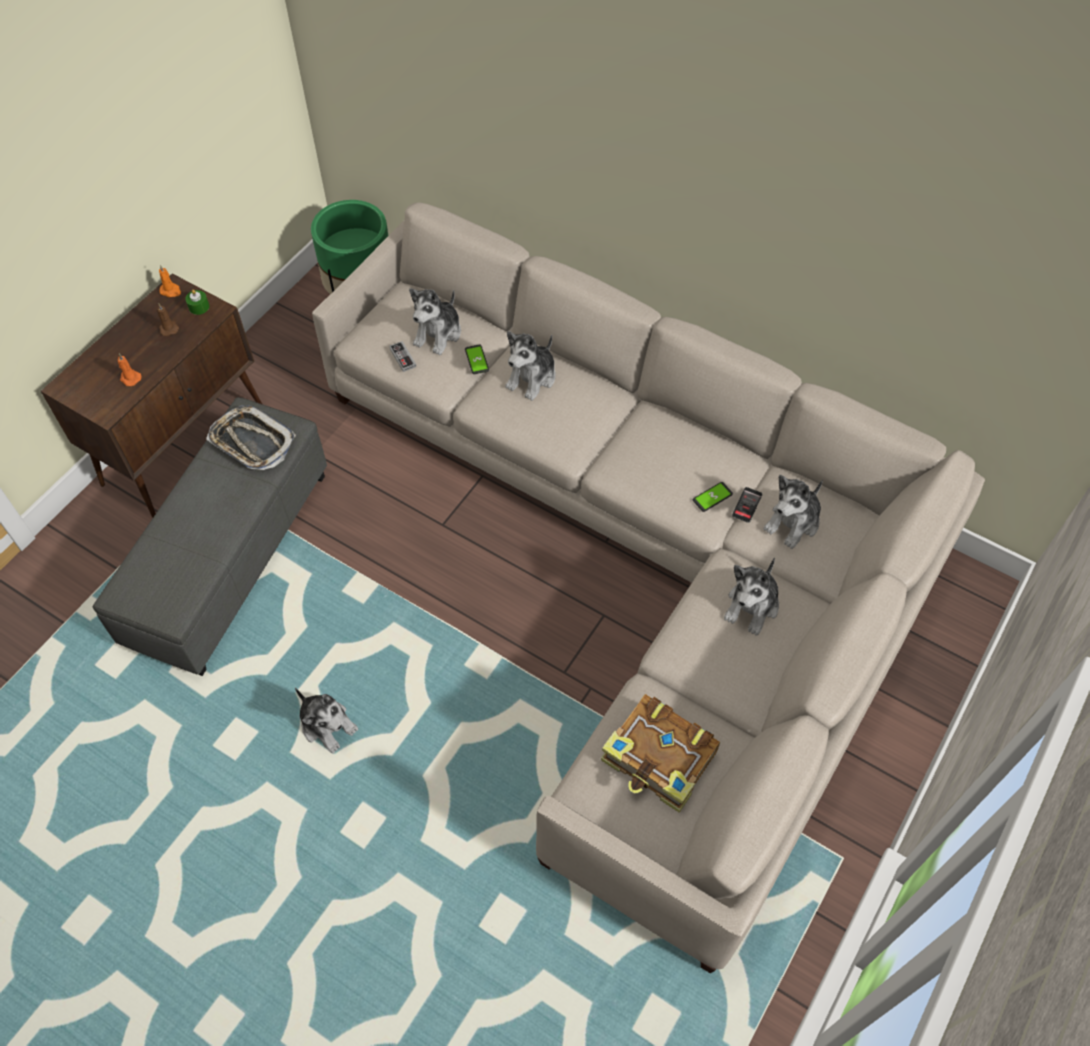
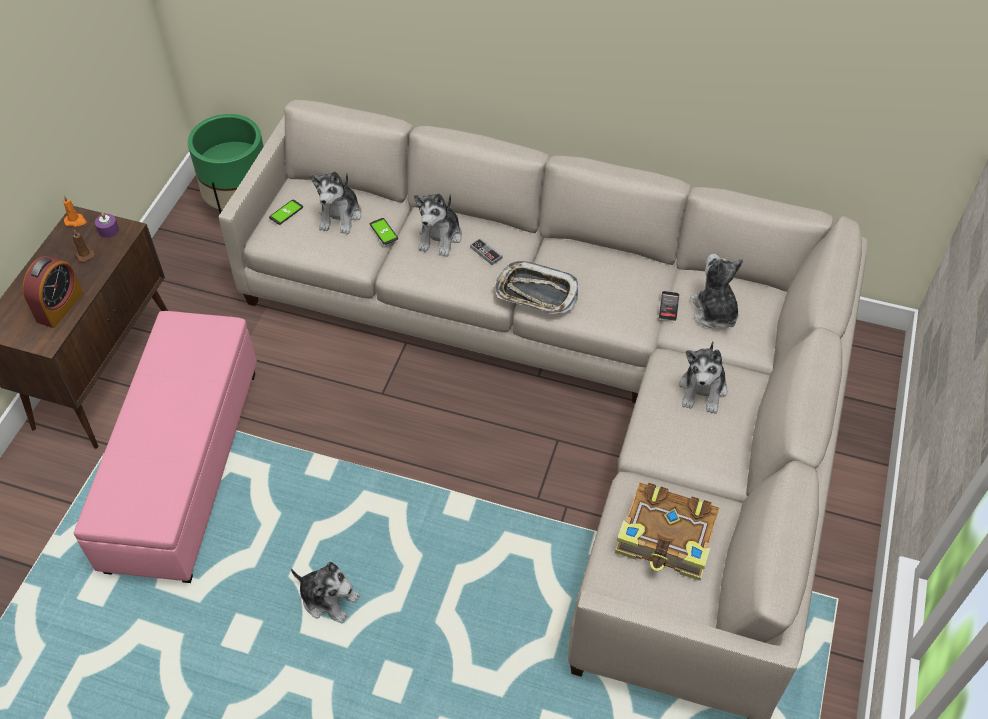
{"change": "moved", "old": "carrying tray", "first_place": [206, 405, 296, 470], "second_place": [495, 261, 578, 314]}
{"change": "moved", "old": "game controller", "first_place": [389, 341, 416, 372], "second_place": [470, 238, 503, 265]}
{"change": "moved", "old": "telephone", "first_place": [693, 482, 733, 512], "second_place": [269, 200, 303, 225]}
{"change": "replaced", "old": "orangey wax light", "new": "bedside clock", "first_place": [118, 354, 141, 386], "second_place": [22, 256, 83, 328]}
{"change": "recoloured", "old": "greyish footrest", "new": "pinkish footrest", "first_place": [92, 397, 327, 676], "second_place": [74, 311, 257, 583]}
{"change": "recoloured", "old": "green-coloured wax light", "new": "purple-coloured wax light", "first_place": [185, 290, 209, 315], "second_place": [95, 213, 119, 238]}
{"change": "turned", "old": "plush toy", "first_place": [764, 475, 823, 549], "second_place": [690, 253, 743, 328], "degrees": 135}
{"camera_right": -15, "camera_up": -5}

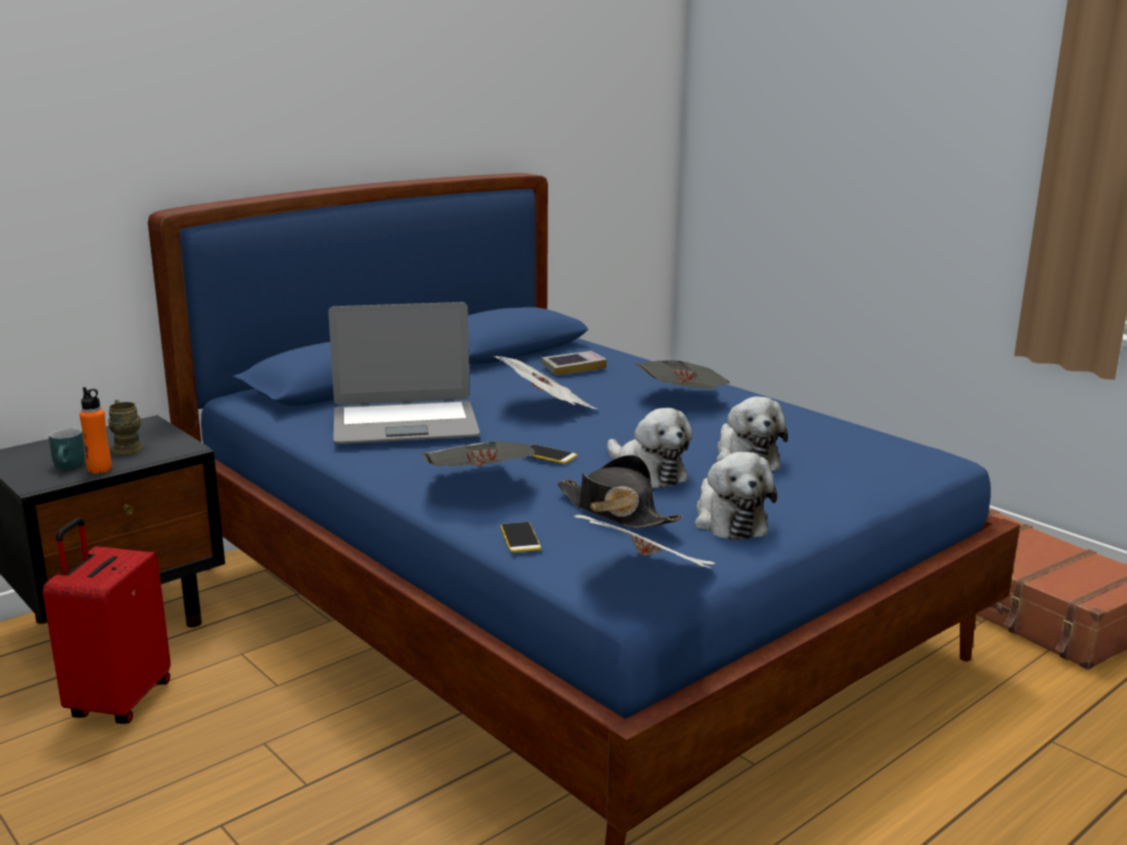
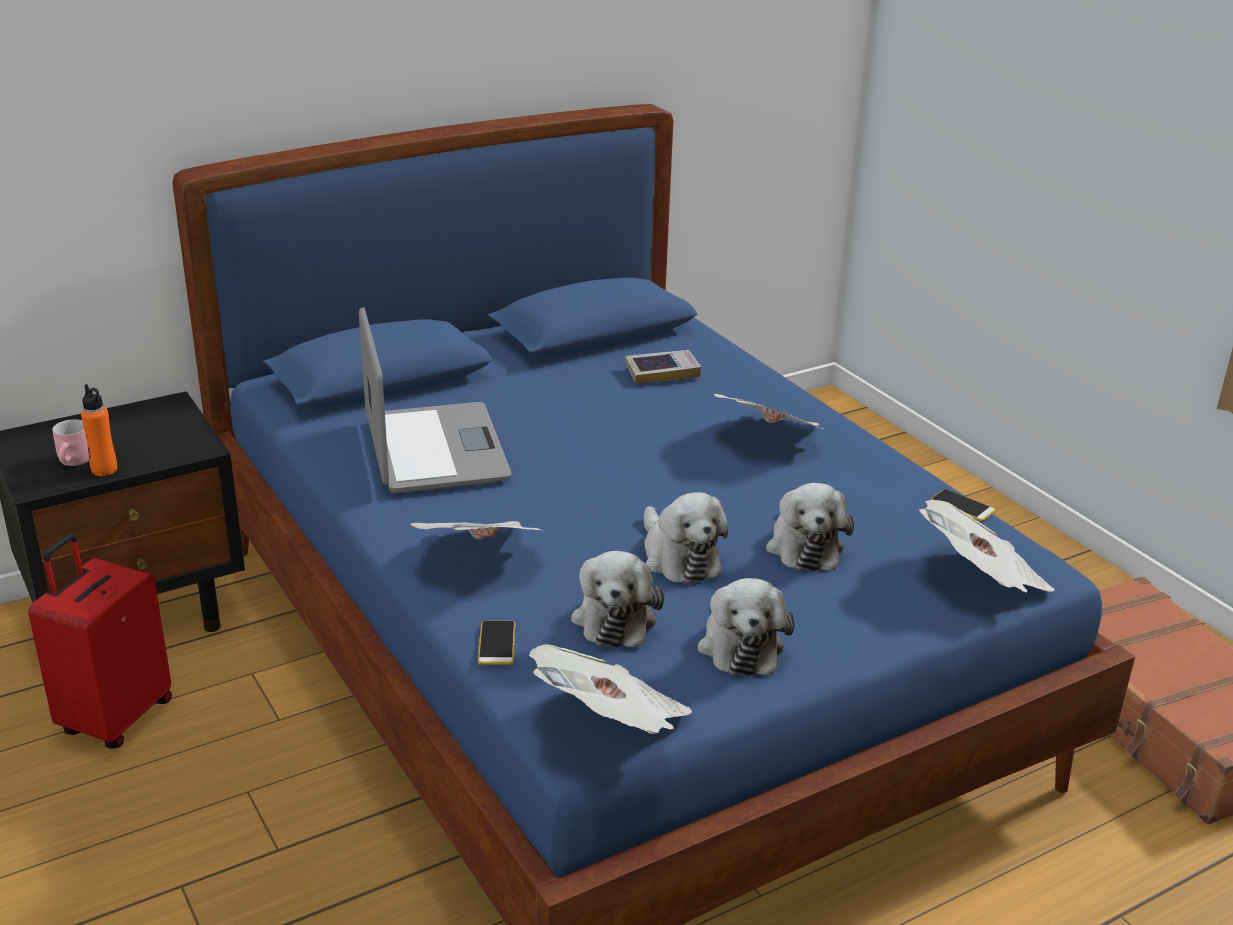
{"change": "removed", "old": "brown-coloured mug", "first_place": [108, 400, 145, 455]}
{"change": "moved", "old": "daily paper", "first_place": [494, 356, 597, 409], "second_place": [919, 500, 1054, 592]}
{"change": "moved", "old": "telephone", "first_place": [530, 444, 577, 464], "second_place": [931, 489, 996, 521]}
{"change": "replaced", "old": "black-coloured clothing hat", "new": "plush toy", "first_place": [557, 455, 683, 528], "second_place": [571, 551, 665, 647]}
{"change": "recoloured", "old": "turquoise mug", "new": "pinkish mug", "first_place": [49, 428, 85, 469], "second_place": [52, 419, 89, 466]}
{"change": "turned", "old": "portable computer", "first_place": [328, 302, 480, 444], "second_place": [359, 307, 512, 493], "degrees": -105}
{"camera_right": 10, "camera_up": 10}

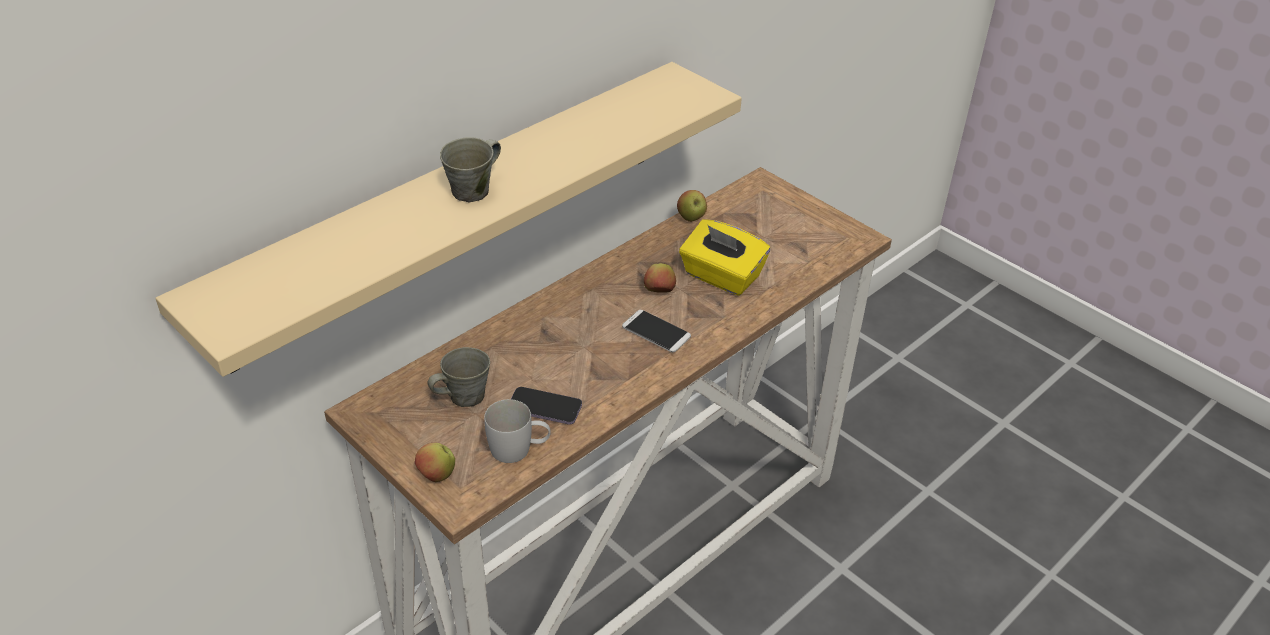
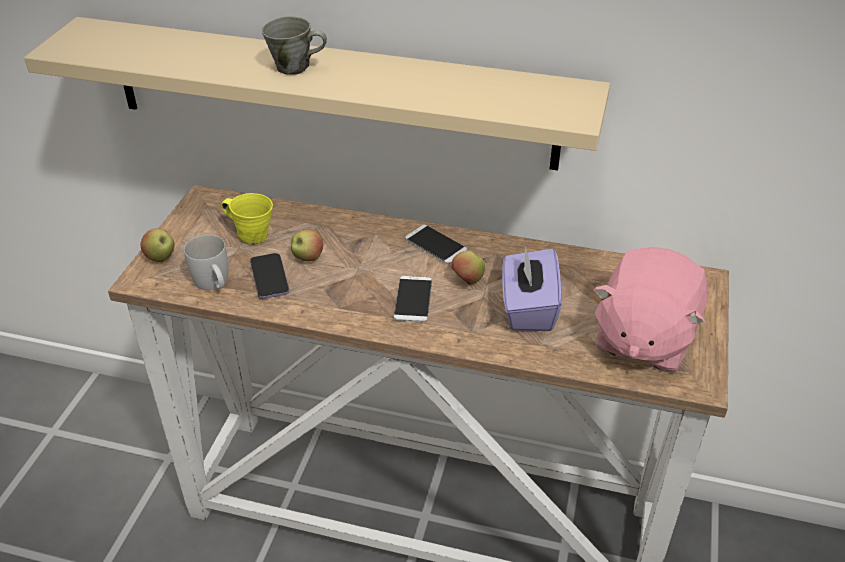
{"change": "added", "new": "telephone", "second_place": [405, 225, 467, 264]}
{"change": "added", "new": "pinkish plush toy", "second_place": [594, 247, 707, 372]}
{"change": "moved", "old": "apple fruit", "first_place": [677, 190, 707, 222], "second_place": [291, 229, 323, 261]}
{"change": "recoloured", "old": "greyish mug", "new": "yellow mug", "first_place": [427, 347, 490, 407], "second_place": [221, 193, 273, 245]}
{"change": "recoloured", "old": "yellow box of tissues", "new": "purple-coloured box of tissues", "first_place": [679, 219, 770, 296], "second_place": [502, 247, 562, 331]}
{"camera_right": 60, "camera_up": 0}

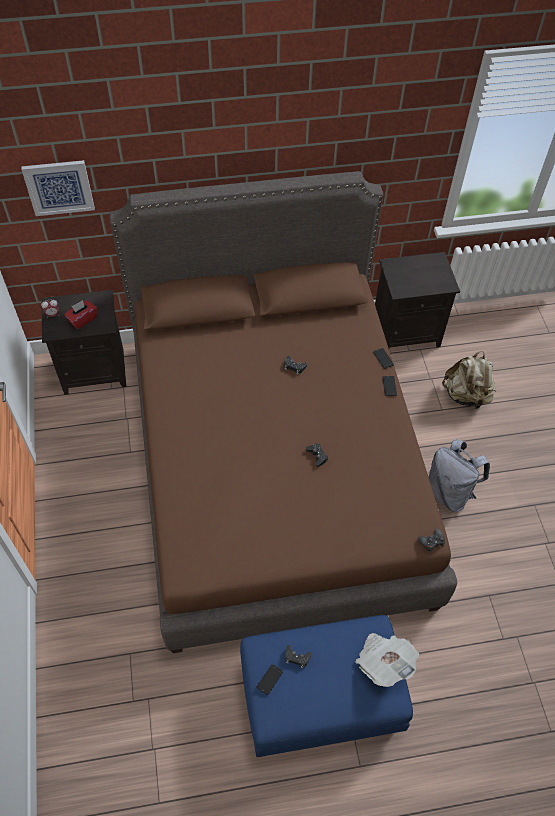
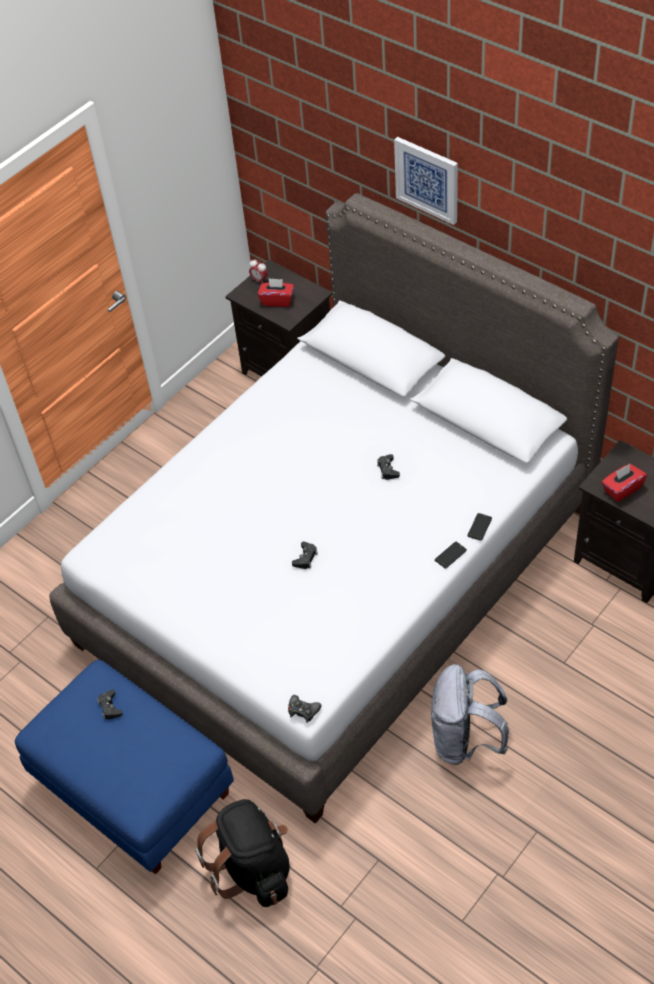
{"change": "removed", "old": "telephone", "first_place": [257, 664, 283, 695]}
{"change": "removed", "old": "daily paper", "first_place": [356, 633, 419, 687]}
{"change": "removed", "old": "beige backpack", "first_place": [442, 351, 496, 410]}
{"change": "added", "new": "black-coloured backpack", "second_place": [195, 799, 290, 907]}
{"change": "added", "new": "reddish box of tissues", "second_place": [602, 464, 647, 502]}
{"change": "moved", "old": "picture", "first_place": [21, 160, 95, 216], "second_place": [394, 137, 458, 225]}
{"change": "recoloured", "old": "brown-coloured bed", "new": "greyish bed", "first_place": [109, 171, 457, 653], "second_place": [49, 193, 619, 824]}
{"camera_right": 55, "camera_up": -5}

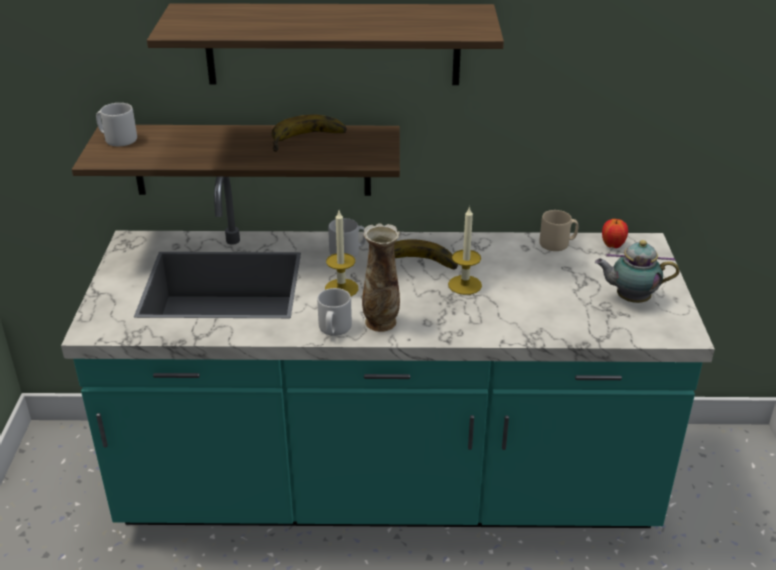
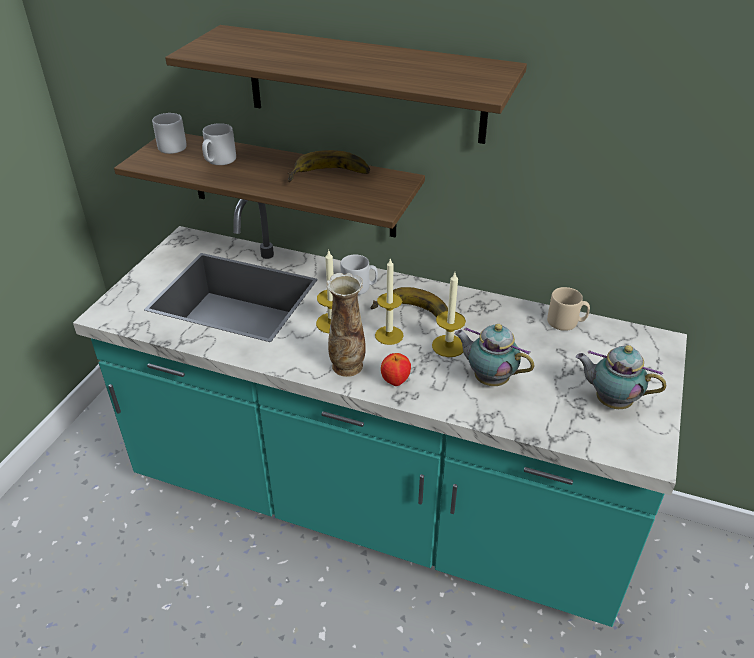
{"change": "added", "new": "wax light", "second_place": [375, 258, 404, 345]}
{"change": "added", "new": "teapot", "second_place": [455, 324, 534, 386]}
{"change": "moved", "old": "greyish mug", "first_place": [317, 288, 352, 336], "second_place": [202, 123, 236, 165]}
{"change": "moved", "old": "apple fruit", "first_place": [602, 219, 628, 248], "second_place": [381, 353, 411, 386]}
{"camera_right": 20, "camera_up": 5}

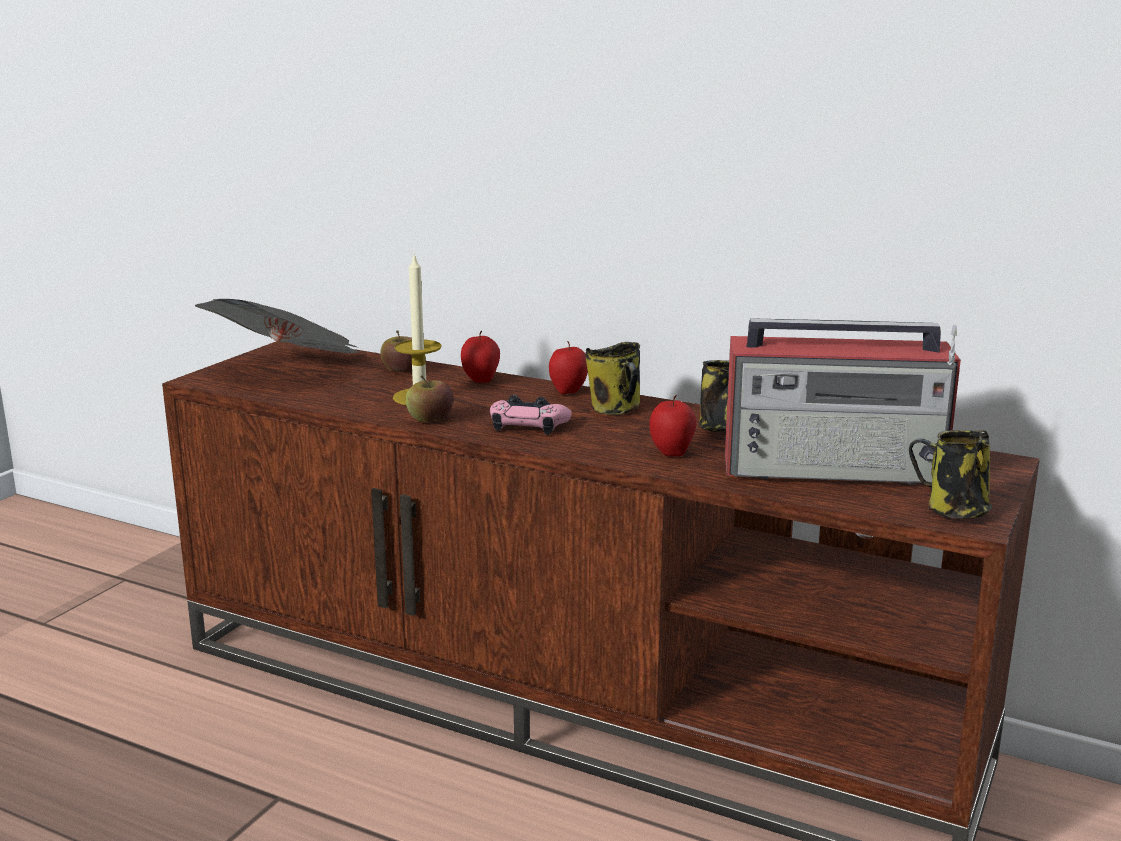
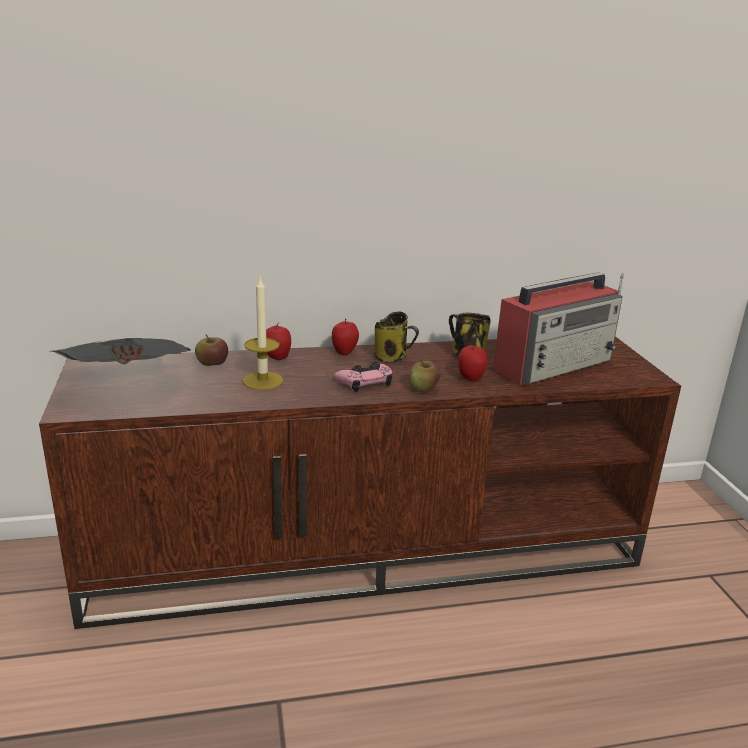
{"change": "removed", "old": "mug", "first_place": [909, 430, 992, 519]}
{"change": "moved", "old": "apple fruit", "first_place": [406, 376, 454, 422], "second_place": [409, 360, 441, 392]}
{"camera_right": -40, "camera_up": 5}

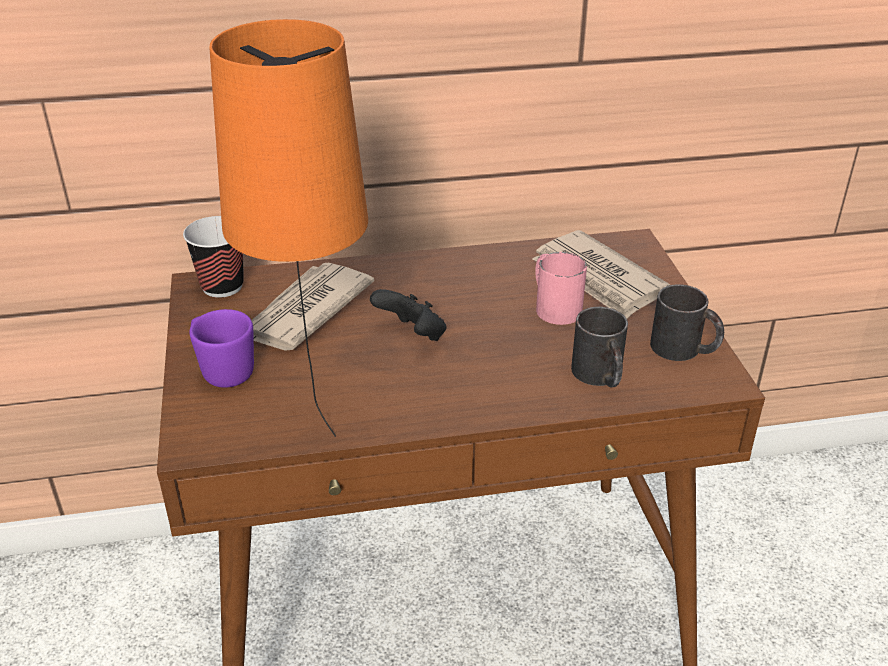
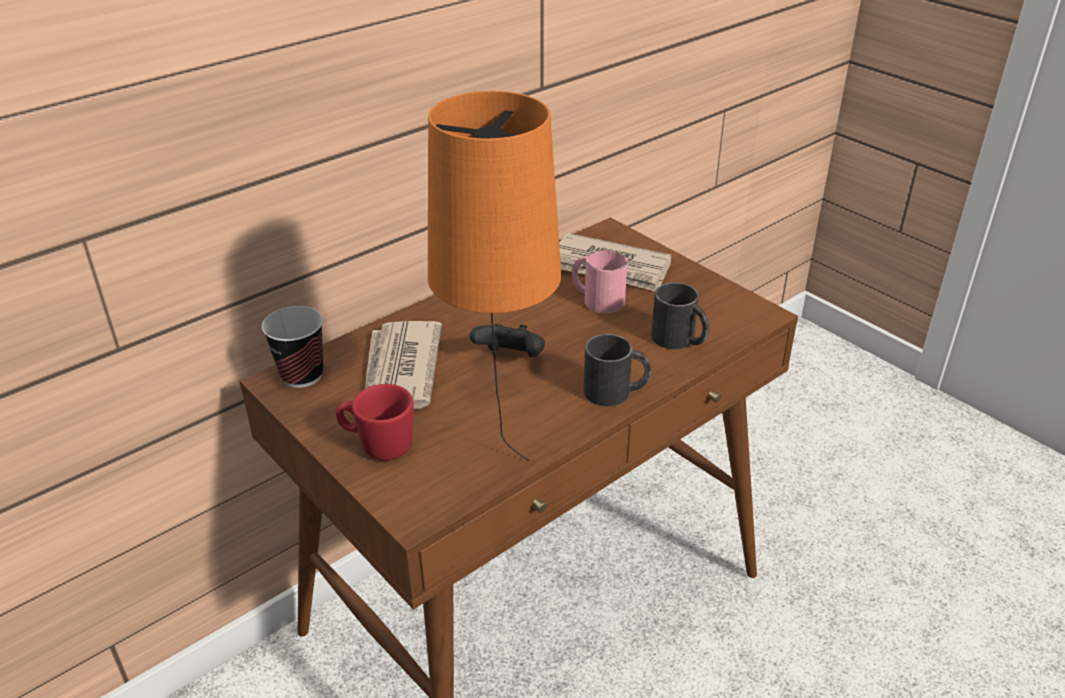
{"change": "moved", "old": "black-coloured mug", "first_place": [650, 284, 724, 361], "second_place": [584, 334, 652, 406]}
{"change": "recoloured", "old": "purple-coloured mug", "new": "reddish mug", "first_place": [189, 309, 254, 388], "second_place": [336, 384, 414, 461]}
{"camera_right": -30, "camera_up": 0}

